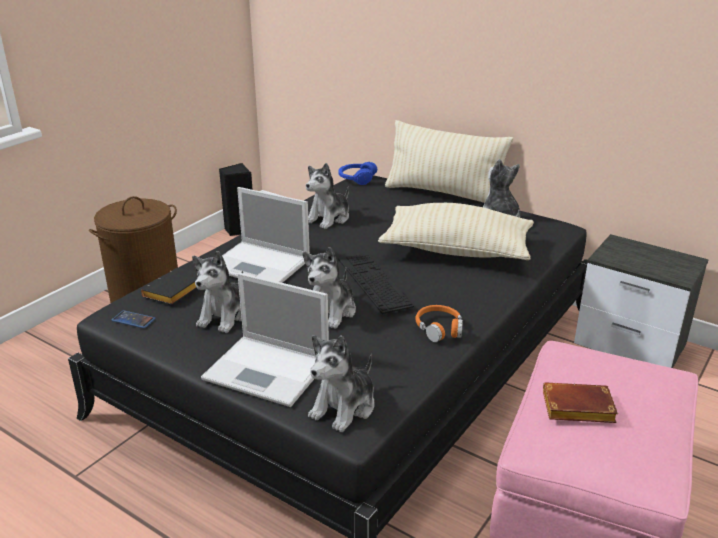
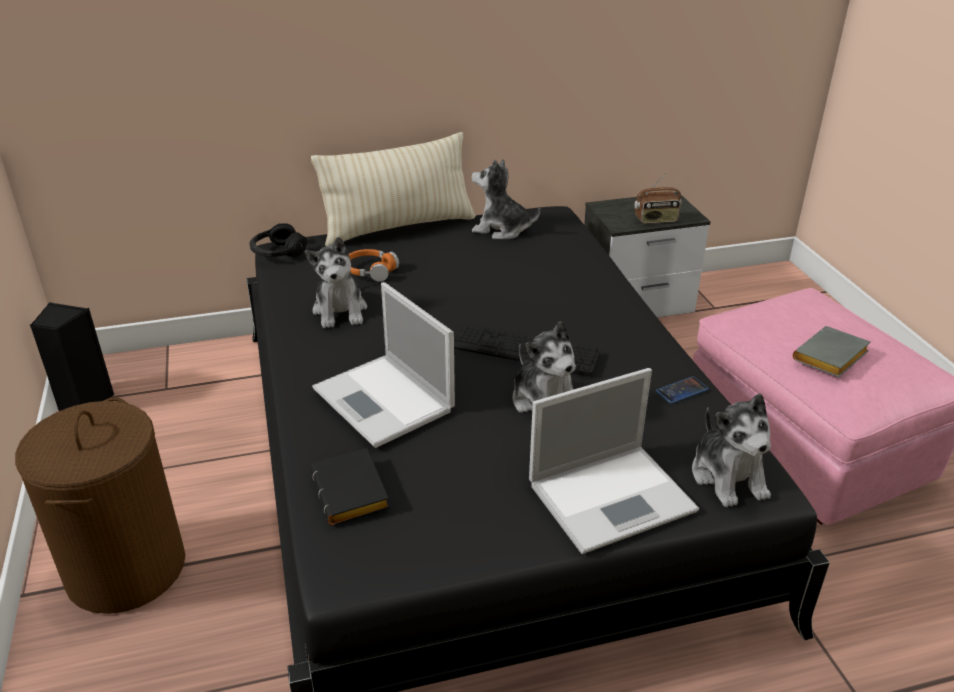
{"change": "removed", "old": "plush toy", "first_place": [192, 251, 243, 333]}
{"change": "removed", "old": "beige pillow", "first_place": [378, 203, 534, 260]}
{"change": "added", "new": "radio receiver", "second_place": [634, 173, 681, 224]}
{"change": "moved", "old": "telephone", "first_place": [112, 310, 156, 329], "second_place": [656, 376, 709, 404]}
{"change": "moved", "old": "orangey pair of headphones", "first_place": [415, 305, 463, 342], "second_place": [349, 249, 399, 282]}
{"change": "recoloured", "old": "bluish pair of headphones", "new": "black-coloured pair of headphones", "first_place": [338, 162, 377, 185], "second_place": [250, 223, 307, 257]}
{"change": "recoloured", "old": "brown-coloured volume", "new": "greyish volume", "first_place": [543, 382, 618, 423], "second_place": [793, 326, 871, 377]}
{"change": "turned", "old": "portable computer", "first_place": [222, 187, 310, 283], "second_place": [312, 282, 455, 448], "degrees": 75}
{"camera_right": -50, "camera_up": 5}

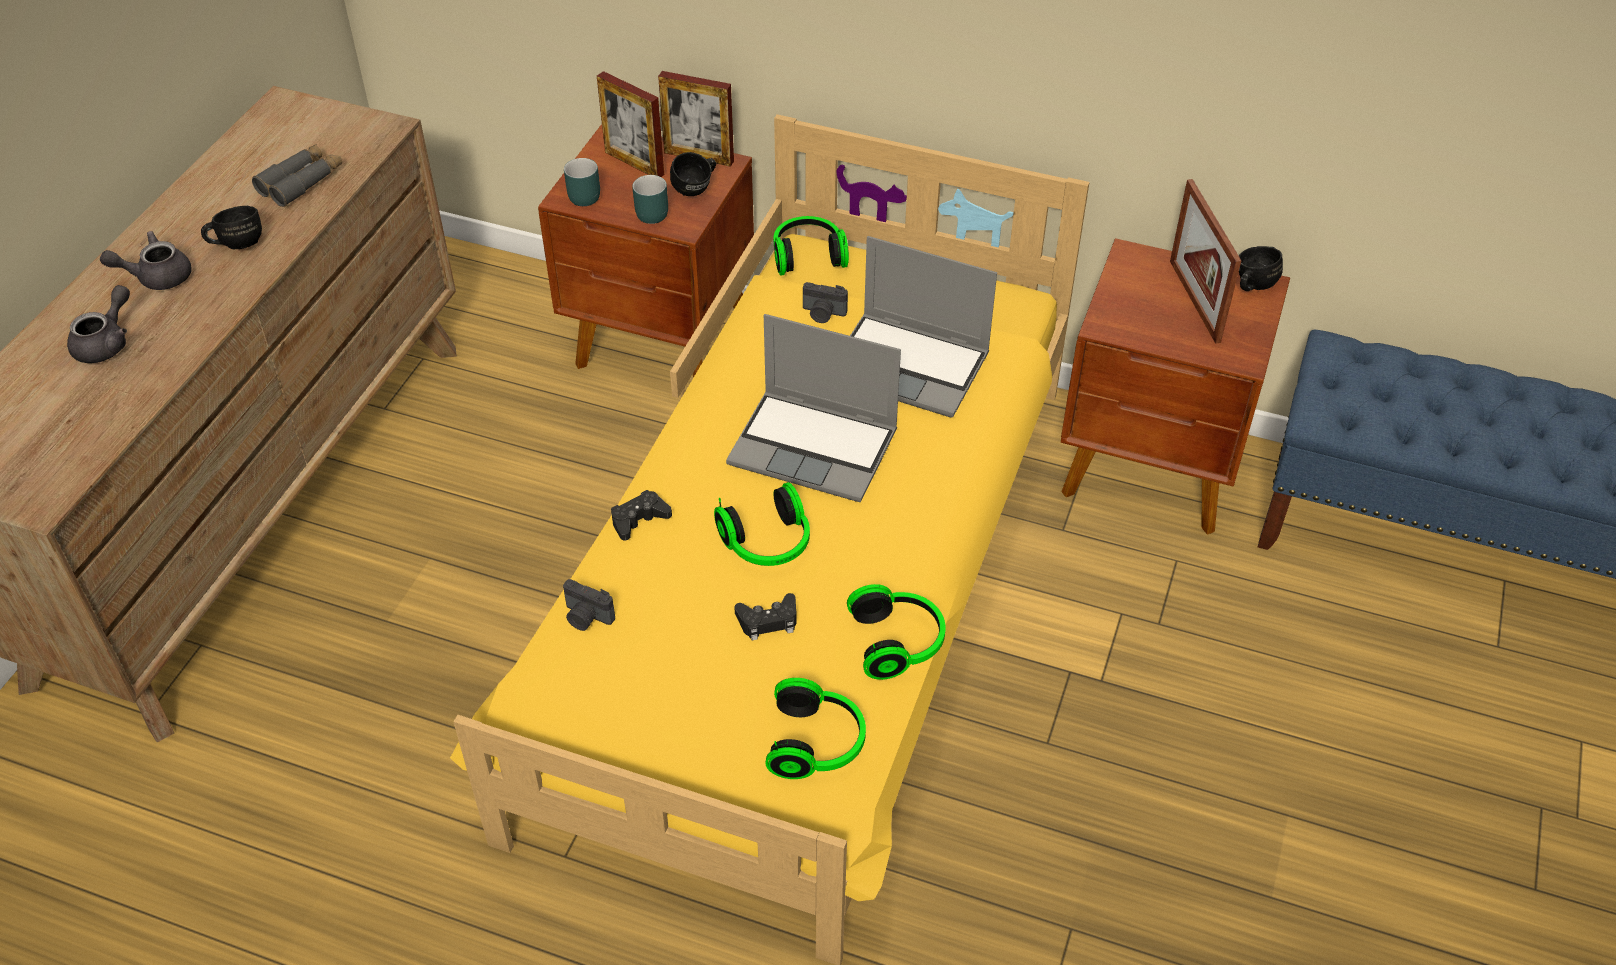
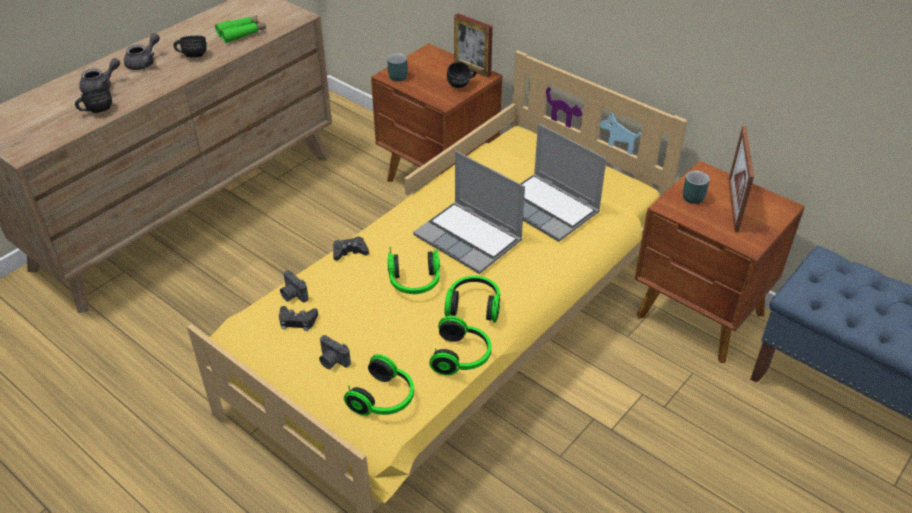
{"change": "removed", "old": "photo frame", "first_place": [597, 71, 664, 177]}
{"change": "moved", "old": "turquoise mug", "first_place": [632, 175, 668, 224], "second_place": [683, 171, 710, 204]}
{"change": "moved", "old": "black-coloured game controller", "first_place": [734, 593, 797, 640], "second_place": [279, 306, 318, 331]}
{"change": "moved", "old": "pair of headphones", "first_place": [774, 216, 849, 276], "second_place": [444, 276, 500, 323]}
{"change": "moved", "old": "still camera", "first_place": [803, 282, 848, 323], "second_place": [319, 335, 351, 369]}
{"change": "moved", "old": "black-coloured mug", "first_place": [1239, 246, 1283, 291], "second_place": [75, 87, 112, 113]}
{"change": "recoloured", "old": "greyish pair of binoculars", "new": "green-coloured pair of binoculars", "first_place": [252, 144, 342, 207], "second_place": [215, 16, 266, 43]}
{"change": "turned", "old": "greyish teapot", "first_place": [100, 231, 192, 290], "second_place": [124, 33, 160, 70], "degrees": 120}
{"camera_right": 20, "camera_up": -5}

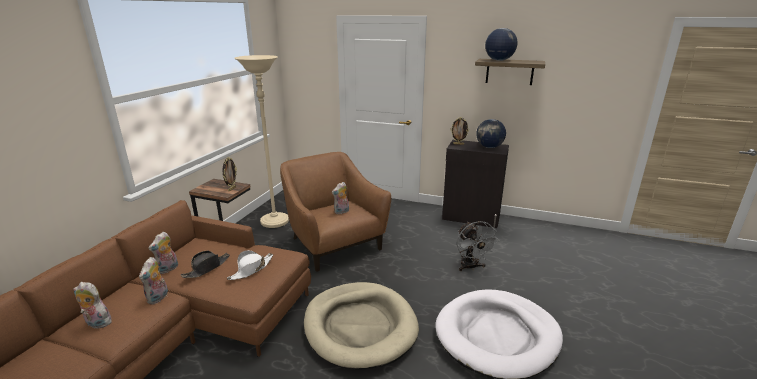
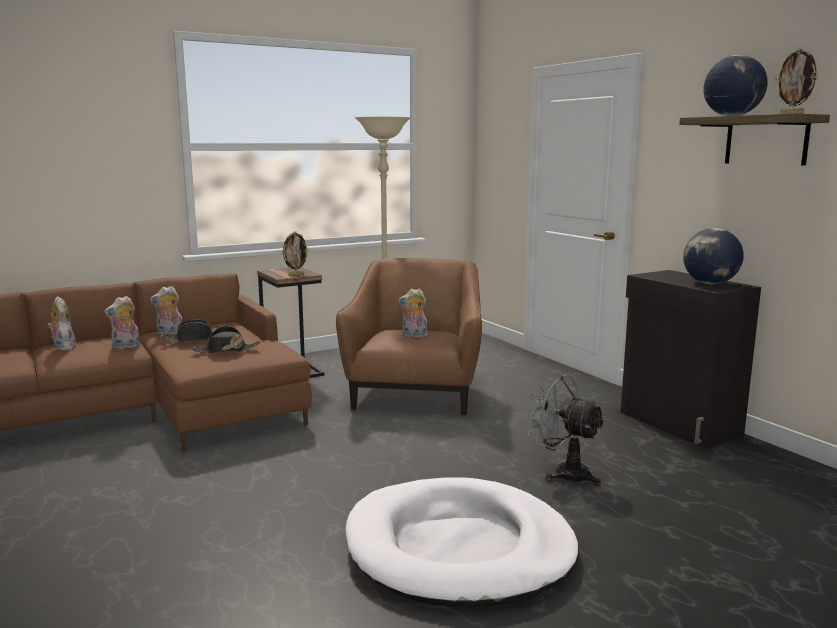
{"change": "removed", "old": "beige dog cushion", "first_place": [304, 282, 419, 370]}
{"change": "moved", "old": "photo frame", "first_place": [451, 117, 469, 145], "second_place": [775, 47, 818, 114]}
{"change": "recoloured", "old": "whitish clothing hat", "new": "black-coloured clothing hat", "first_place": [227, 250, 273, 280], "second_place": [191, 326, 261, 354]}
{"change": "turned", "old": "greyish fan", "first_place": [457, 221, 499, 271], "second_place": [525, 372, 606, 486], "degrees": 105}
{"camera_right": 40, "camera_up": -10}

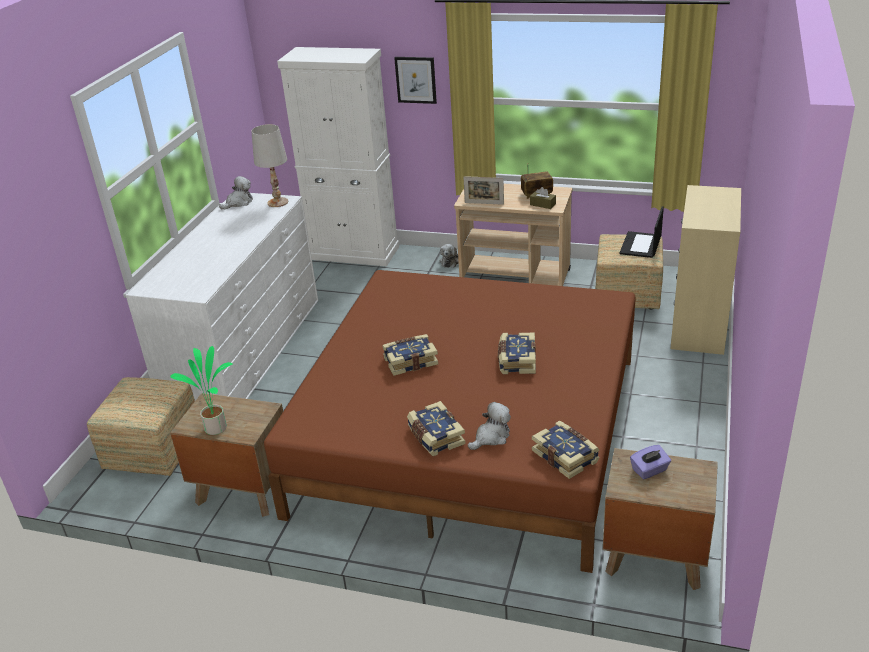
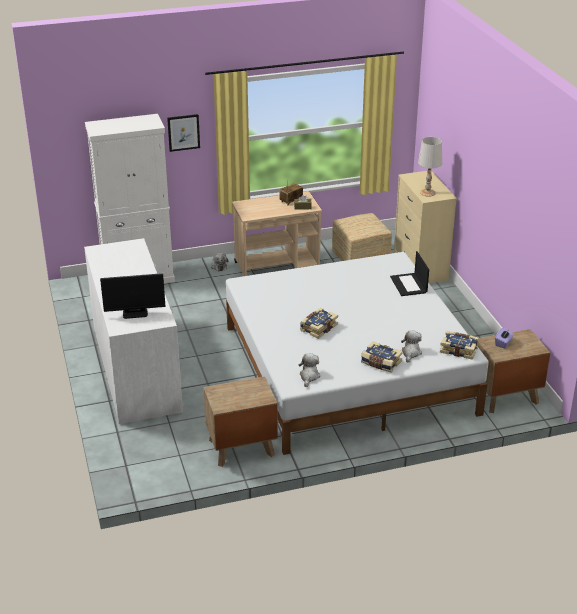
{"change": "removed", "old": "footrest", "first_place": [87, 377, 195, 476]}
{"change": "removed", "old": "plant in a pot", "first_place": [170, 346, 232, 435]}
{"change": "removed", "old": "photo frame", "first_place": [463, 176, 504, 205]}
{"change": "removed", "old": "volume", "first_place": [498, 333, 536, 374]}
{"change": "added", "new": "computer display", "second_place": [100, 273, 165, 319]}
{"change": "moved", "old": "plush toy", "first_place": [219, 176, 253, 209], "second_place": [299, 353, 320, 387]}
{"change": "moved", "old": "whitish tabletop lamp", "first_place": [251, 124, 288, 207], "second_place": [418, 137, 442, 197]}
{"change": "moved", "old": "portable computer", "first_place": [620, 206, 664, 258], "second_place": [390, 251, 429, 296]}
{"change": "recoloured", "old": "brown-coloured bed", "new": "whitish bed", "first_place": [264, 270, 636, 573], "second_place": [226, 252, 489, 455]}
{"camera_right": -35, "camera_up": 0}

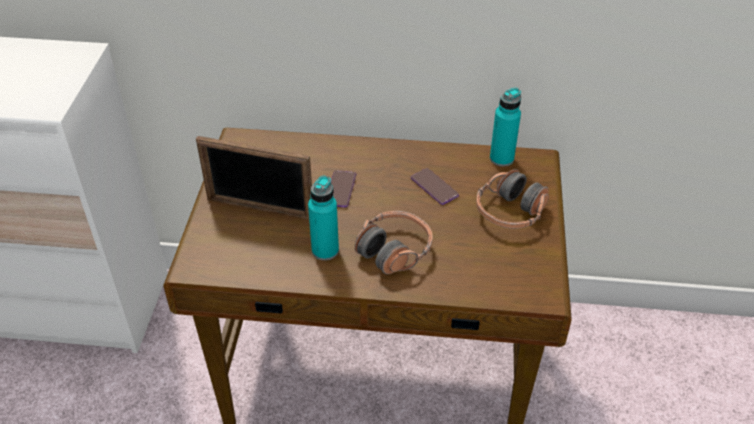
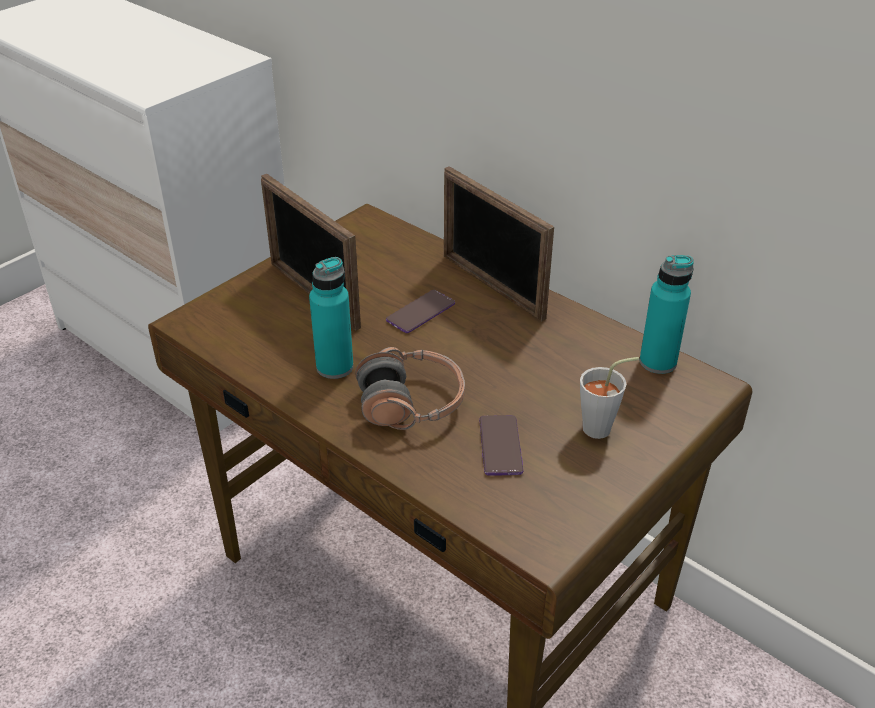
{"change": "added", "new": "photo frame", "second_place": [444, 166, 554, 321]}
{"change": "moved", "old": "telephone", "first_place": [411, 168, 459, 205], "second_place": [479, 415, 523, 476]}
{"change": "replaced", "old": "pair of headphones", "new": "greyish small cup", "first_place": [476, 169, 549, 229], "second_place": [580, 357, 639, 439]}
{"camera_right": 35, "camera_up": -5}

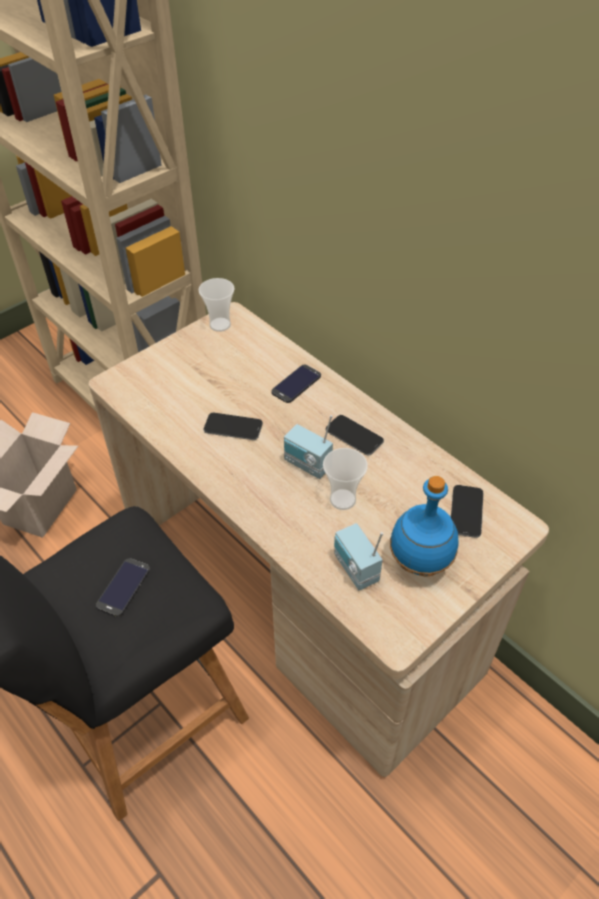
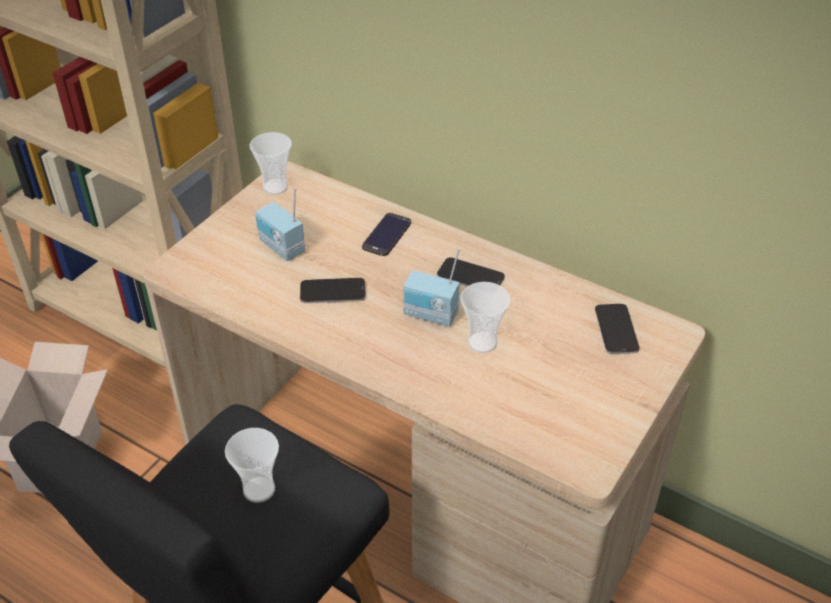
{"change": "removed", "old": "bluish drink bottle", "first_place": [390, 476, 459, 577]}
{"change": "moved", "old": "radio receiver", "first_place": [334, 523, 383, 590], "second_place": [255, 188, 305, 261]}
{"change": "replaced", "old": "telephone", "new": "small cup", "first_place": [96, 558, 150, 617], "second_place": [225, 428, 279, 503]}
{"camera_right": -15, "camera_up": -5}

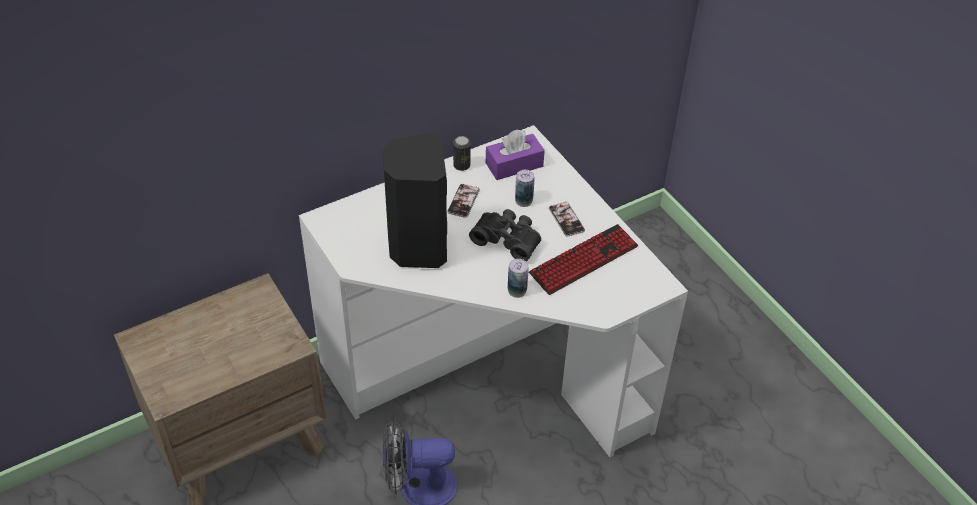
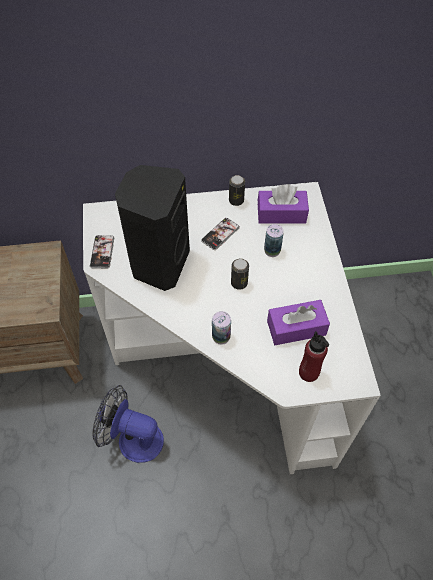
{"change": "added", "new": "reddish drink bottle", "second_place": [299, 331, 329, 382]}
{"change": "moved", "old": "telephone", "first_place": [549, 202, 585, 237], "second_place": [90, 235, 114, 269]}
{"change": "replaced", "old": "black-coloured pair of binoculars", "new": "sealed can", "first_place": [469, 209, 541, 262], "second_place": [231, 259, 249, 290]}
{"change": "replaced", "old": "keyboard", "new": "purple-coloured box of tissues", "first_place": [529, 224, 638, 295], "second_place": [267, 300, 330, 345]}
{"camera_right": 25, "camera_up": 10}

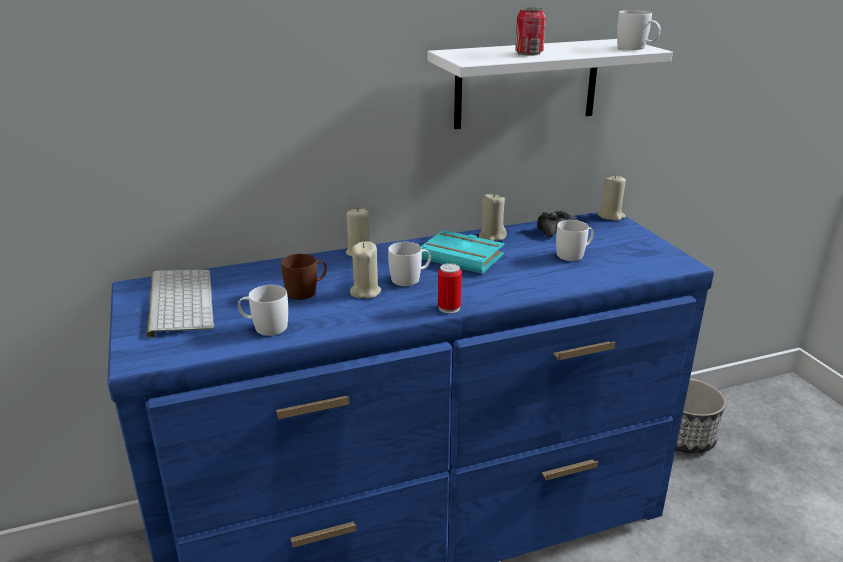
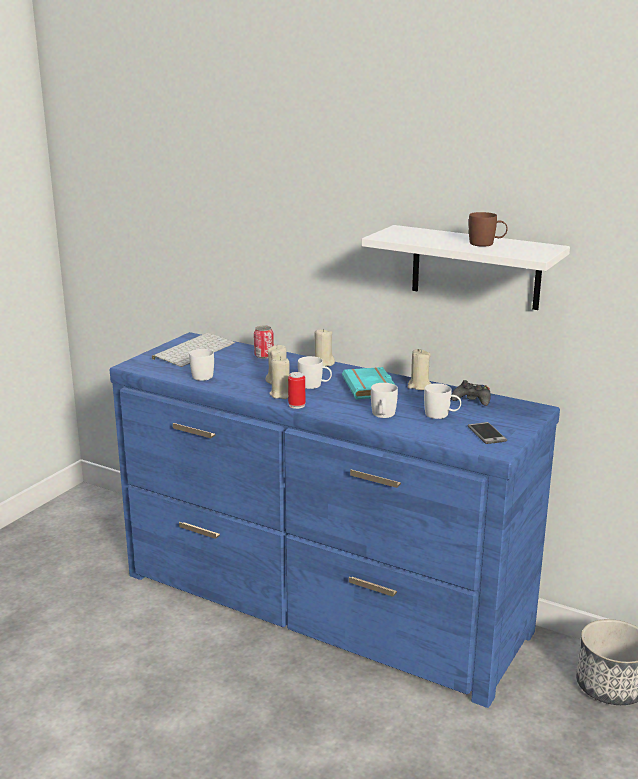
{"change": "added", "new": "telephone", "second_place": [467, 422, 507, 444]}
{"change": "moved", "old": "brown-coloured mug", "first_place": [281, 254, 327, 300], "second_place": [469, 212, 508, 247]}
{"change": "moved", "old": "sealed can", "first_place": [515, 7, 546, 56], "second_place": [254, 326, 274, 359]}
{"change": "moved", "old": "beige wax light", "first_place": [597, 175, 626, 221], "second_place": [269, 357, 290, 399]}
{"change": "moved", "old": "whitish mug", "first_place": [617, 10, 661, 50], "second_place": [371, 383, 398, 418]}
{"camera_right": 50, "camera_up": -5}

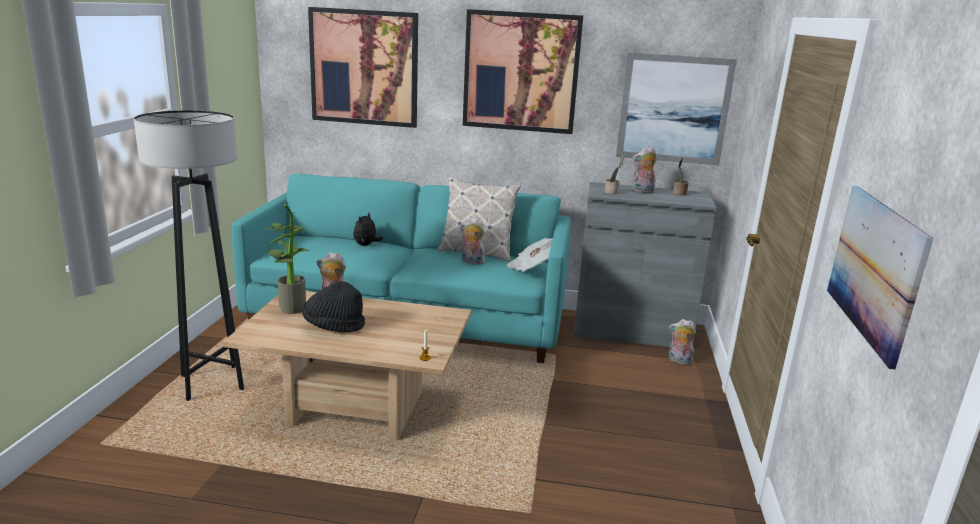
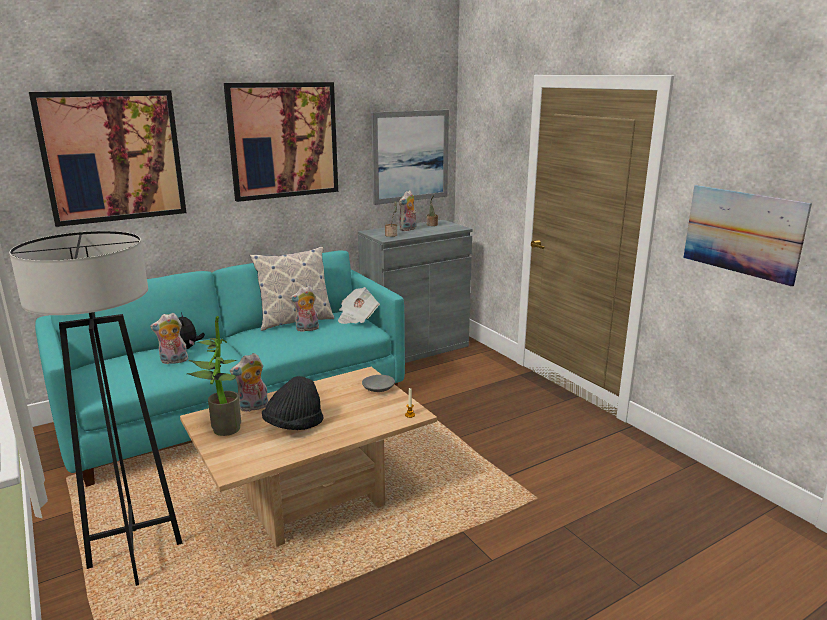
{"change": "added", "new": "greyish serving bowl", "second_place": [362, 375, 395, 392]}
{"change": "moved", "old": "plush toy", "first_place": [669, 319, 696, 365], "second_place": [150, 313, 188, 364]}
{"camera_right": -40, "camera_up": 0}

